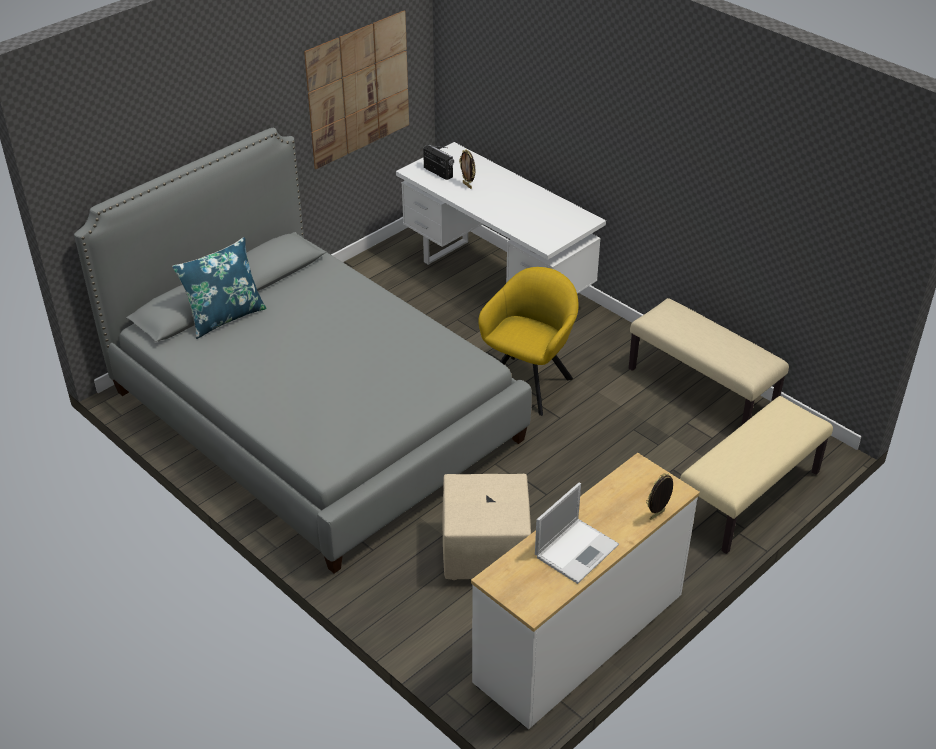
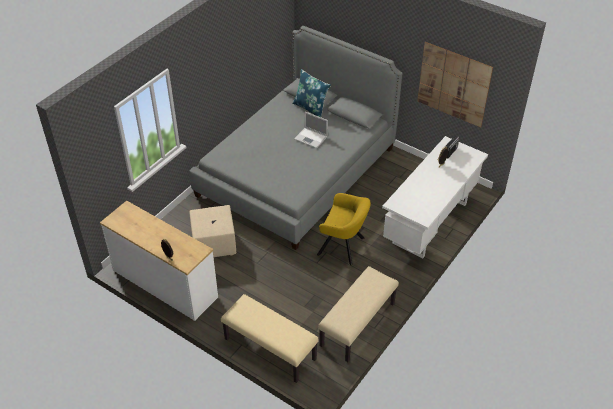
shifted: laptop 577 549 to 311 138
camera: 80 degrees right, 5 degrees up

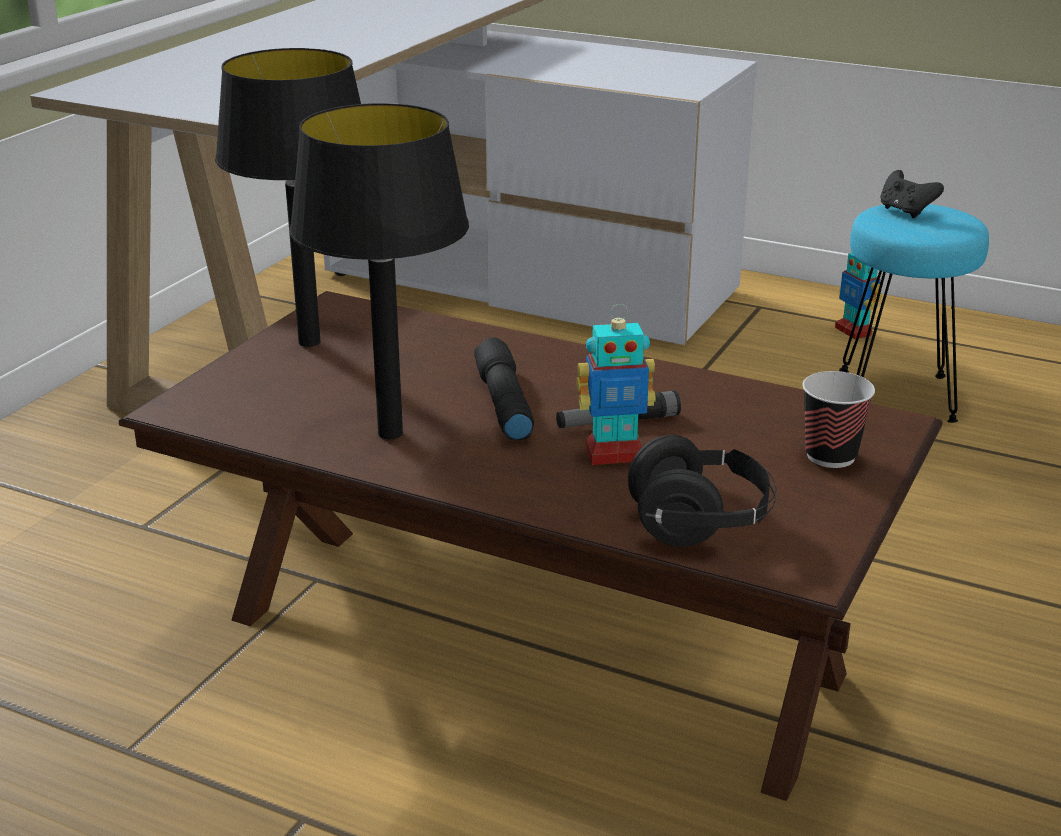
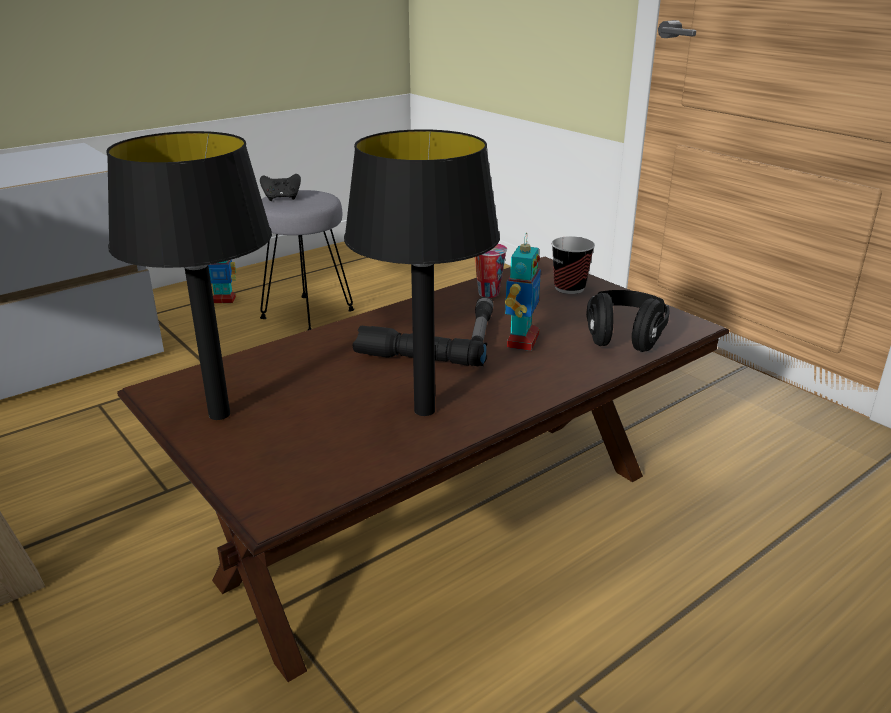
new: cup 487 293
repainted: stool (turquoise) 898 396 to stool (grey) 308 313
camera: 65 degrees left, 0 degrees up

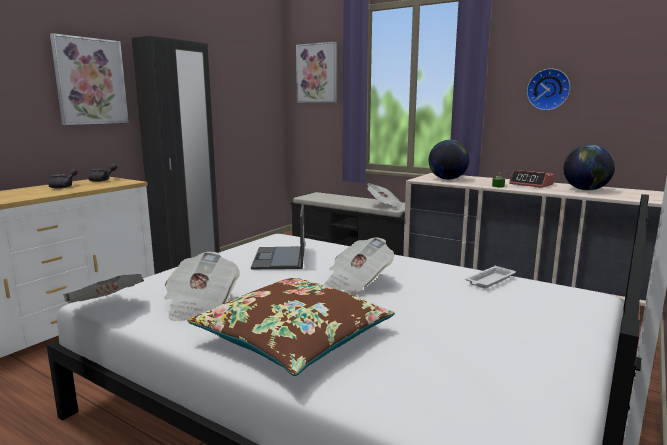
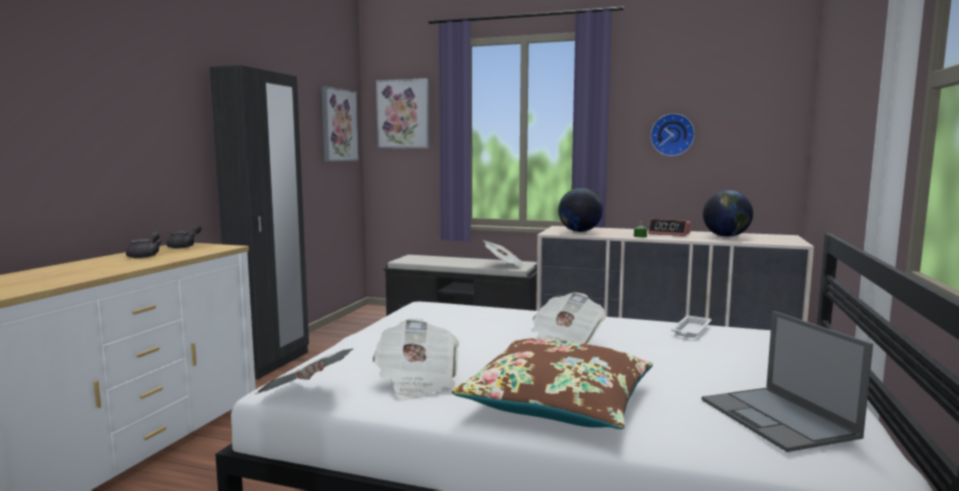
shifted: picture 90 81 to 338 125; laptop 280 258 to 778 419
camera: 15 degrees left, 5 degrees down

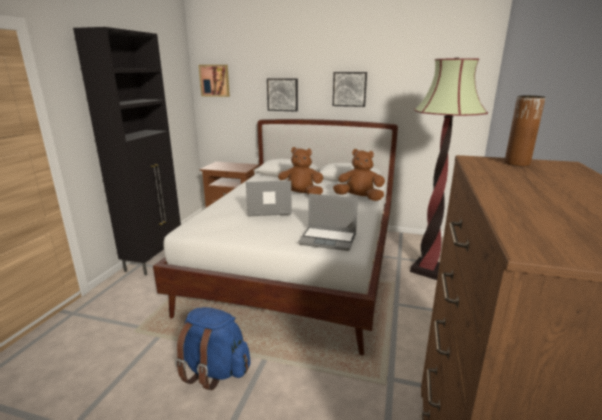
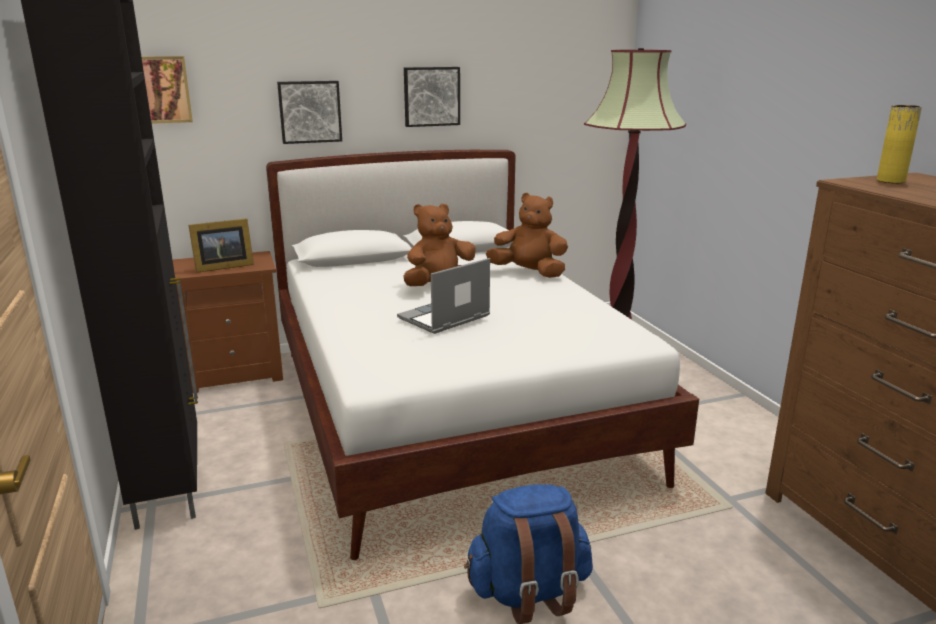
gone: laptop 328 239
new: picture frame 222 267
repainted: vase (brown) 517 163 to vase (yellow) 890 181
rotated: plush toy (brown) 359 198 = 529 273 45 degrees clockwise
camera: 35 degrees left, 0 degrees up

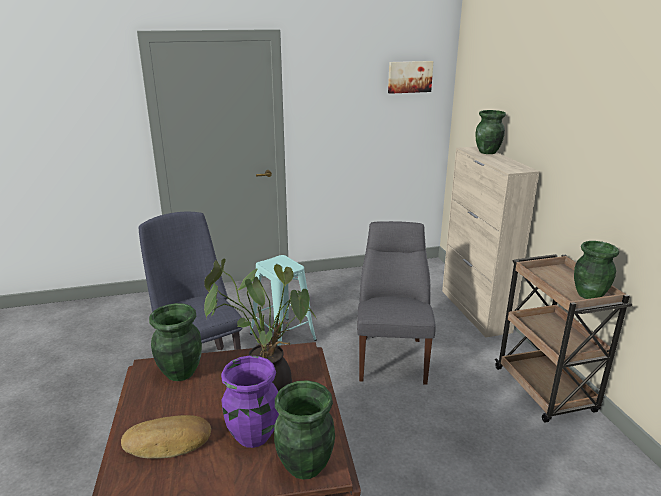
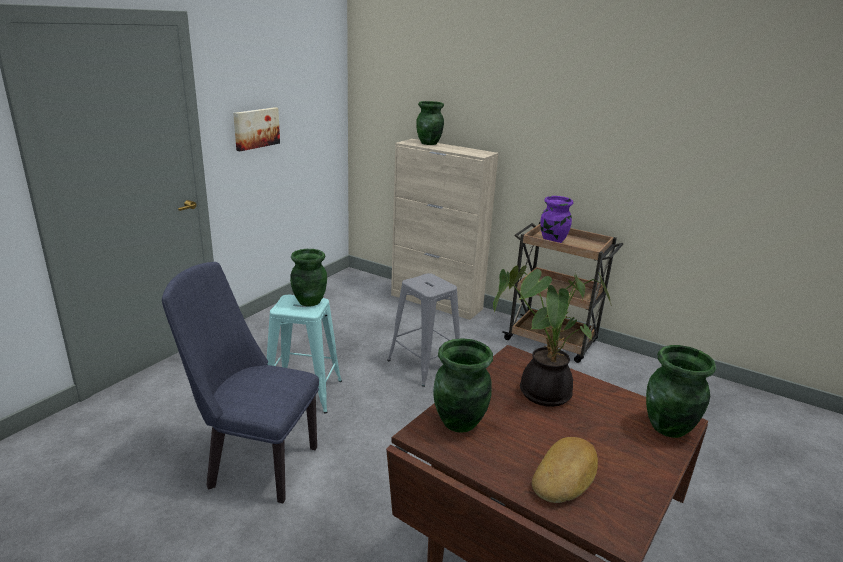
shifted: vase (purple) 252 436 to 552 241; picture 409 76 to 255 128; vase (green) 589 294 to 309 301
swapped: chair (grey) 392 356 to stool (grey) 424 365
camera: 45 degrees left, 0 degrees up

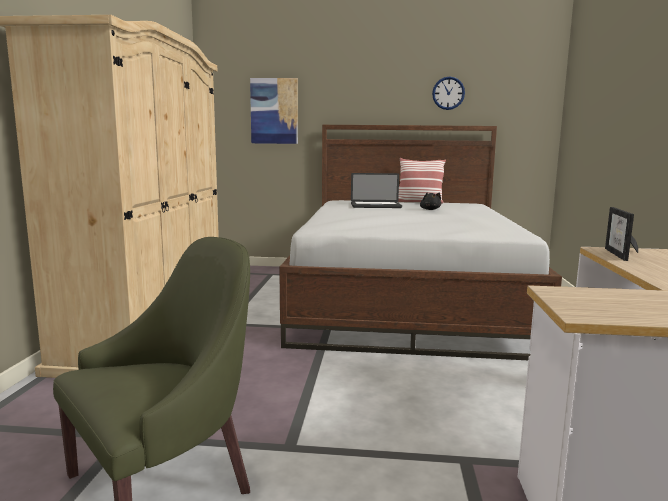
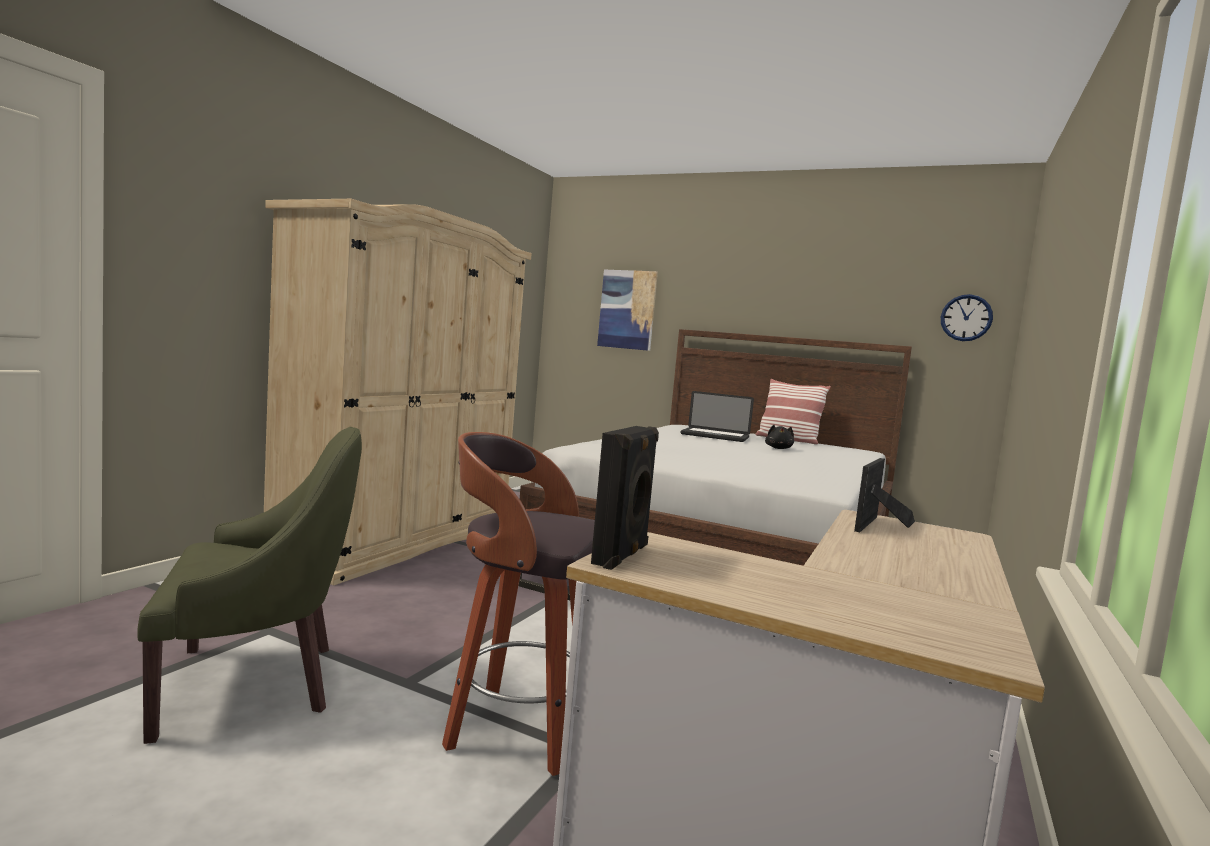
new: stool 515 730; speaker (black) 622 556
shifted: wall clock 448 93 to 966 318
camera: 20 degrees right, 5 degrees down

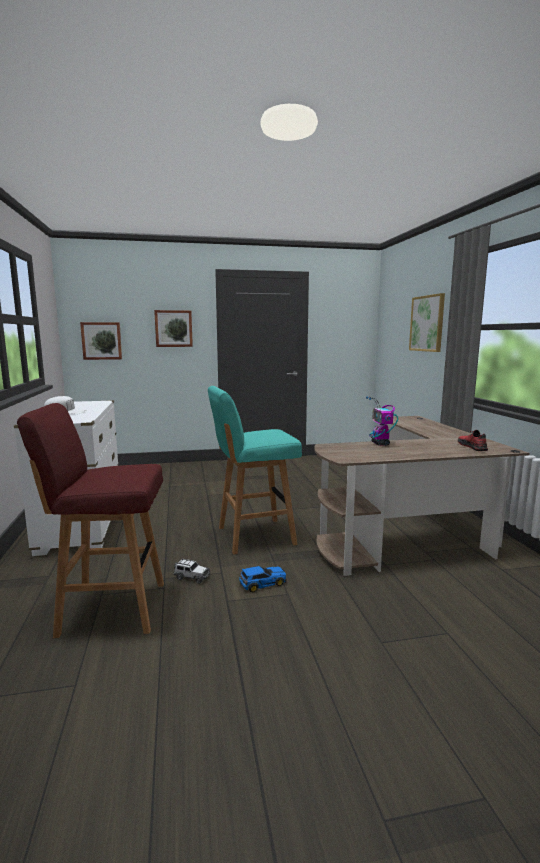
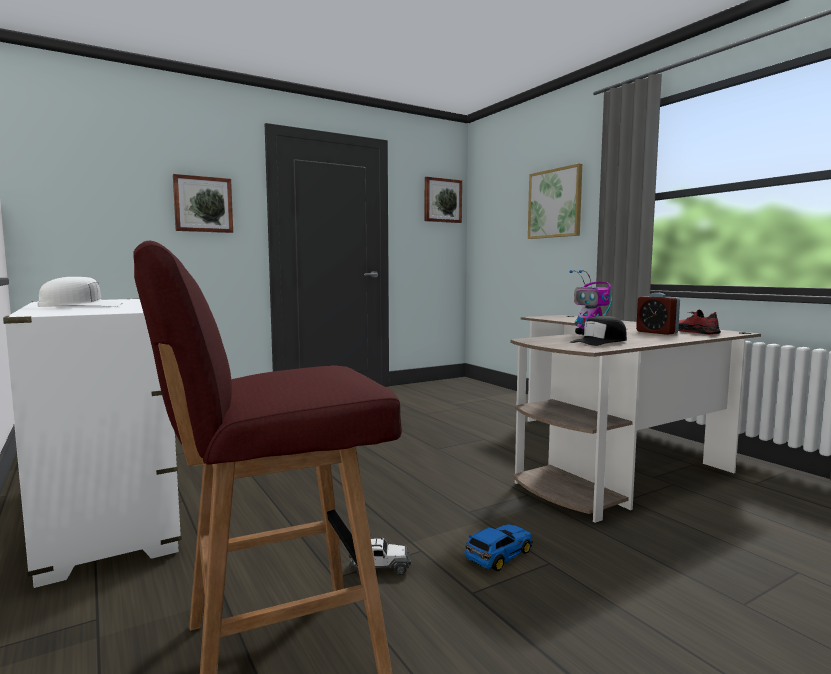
gone: stool (turquoise) 254 536
new: cap (black) 599 342; alarm clock 656 332
shifted: picture 101 340 to 442 200
camera: 20 degrees left, 5 degrees down

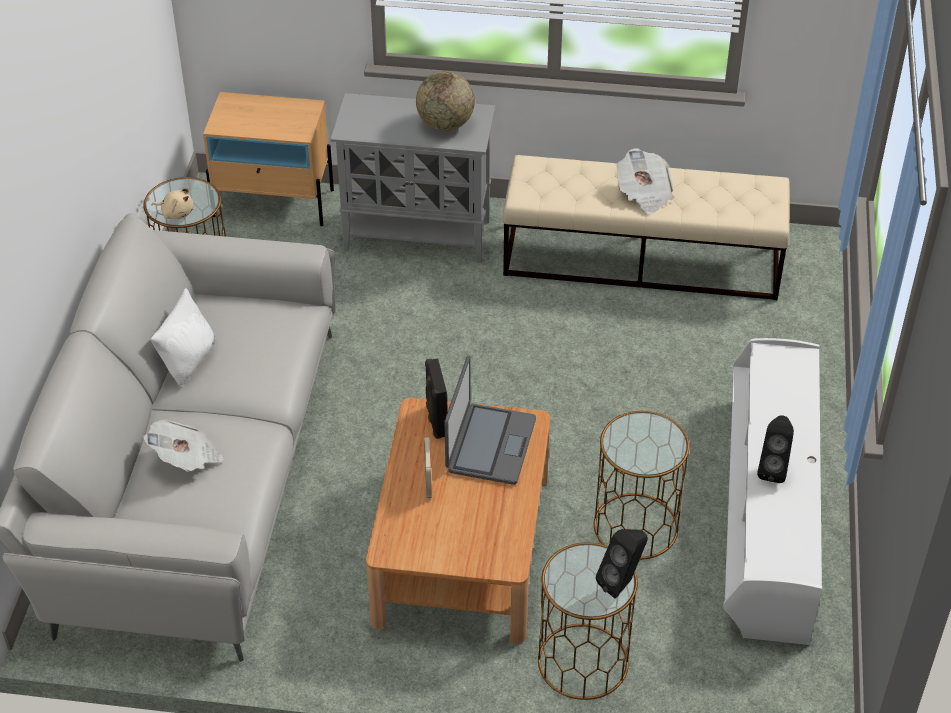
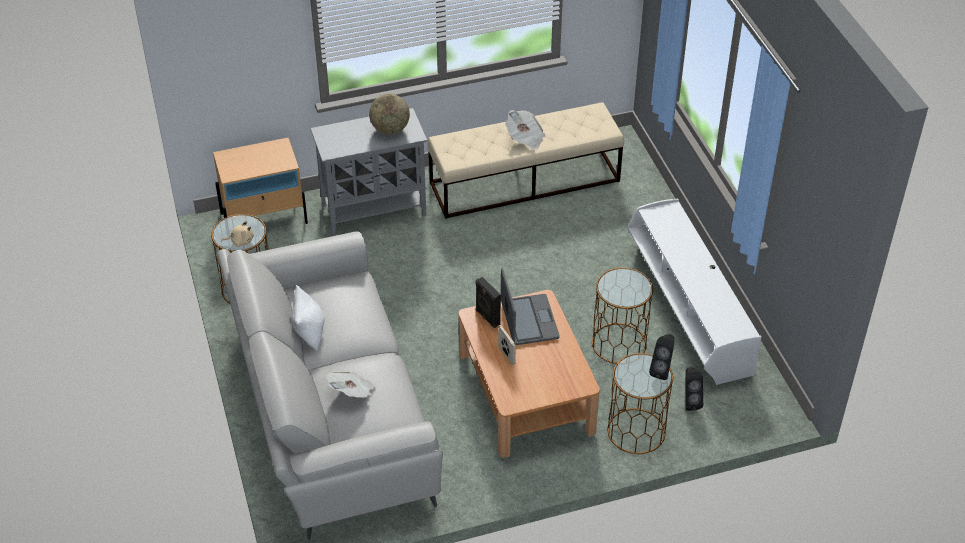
shifted: speaker (black) 773 469 to 689 401
camera: 25 degrees left, 0 degrees up

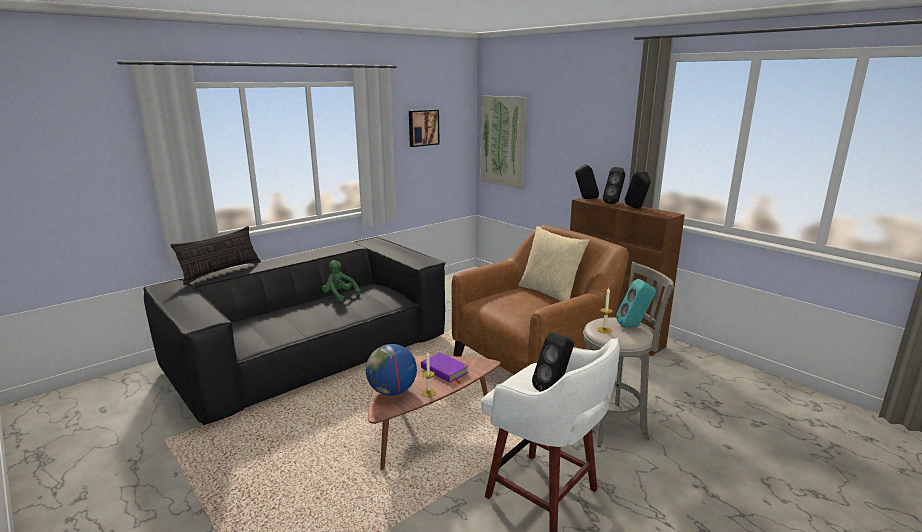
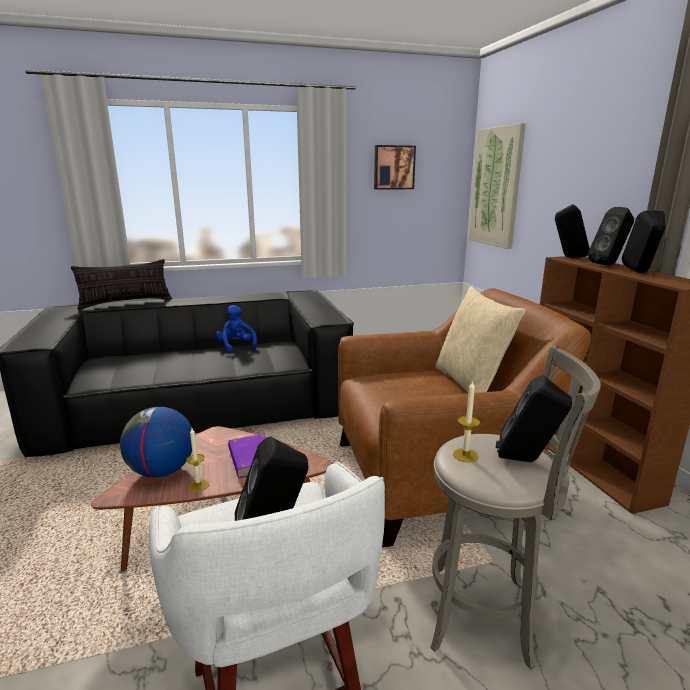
repainted: plush toy (green) 339 296 to plush toy (blue) 236 347; speaker (turquoise) 634 326 to speaker (black) 527 461
camera: 25 degrees right, 0 degrees up

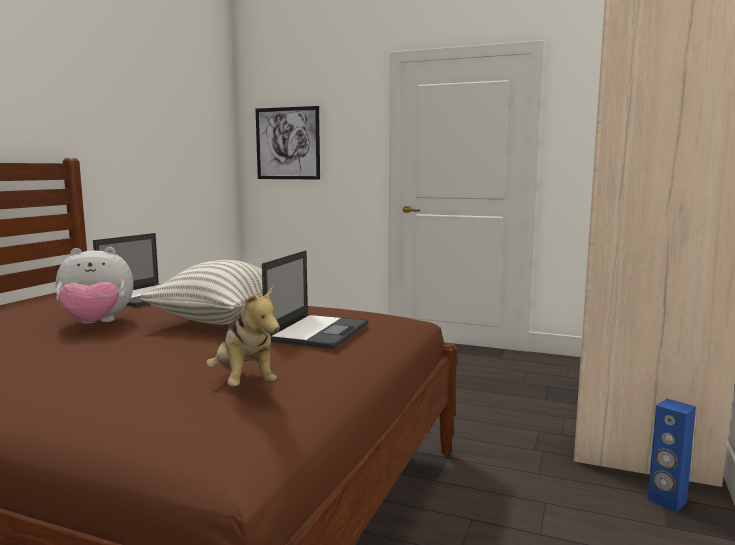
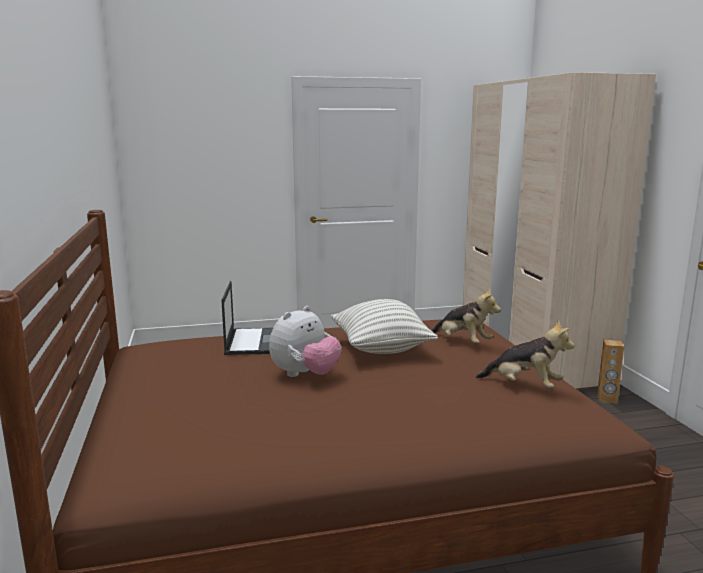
gone: picture 287 143
swapped: laptop 318 331 to plush toy 462 342
repainted: speaker (blue) 666 501 to speaker (brown) 607 399
camera: 35 degrees left, 5 degrees up

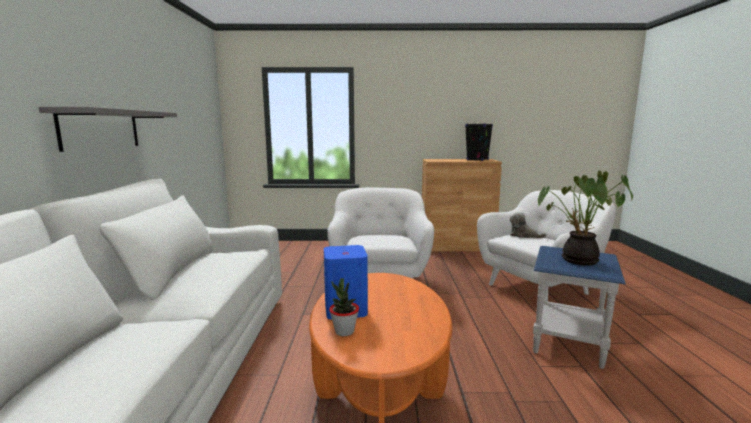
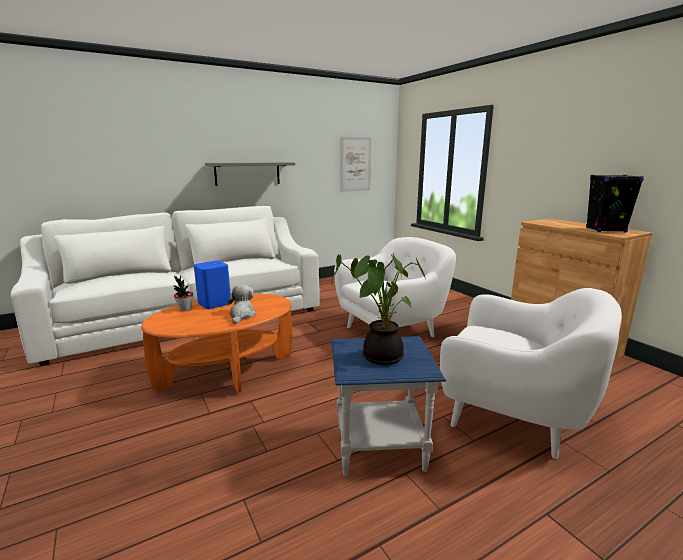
new: picture 355 164
shifted: plush toy 524 235 to 242 315
camera: 60 degrees right, 5 degrees up

